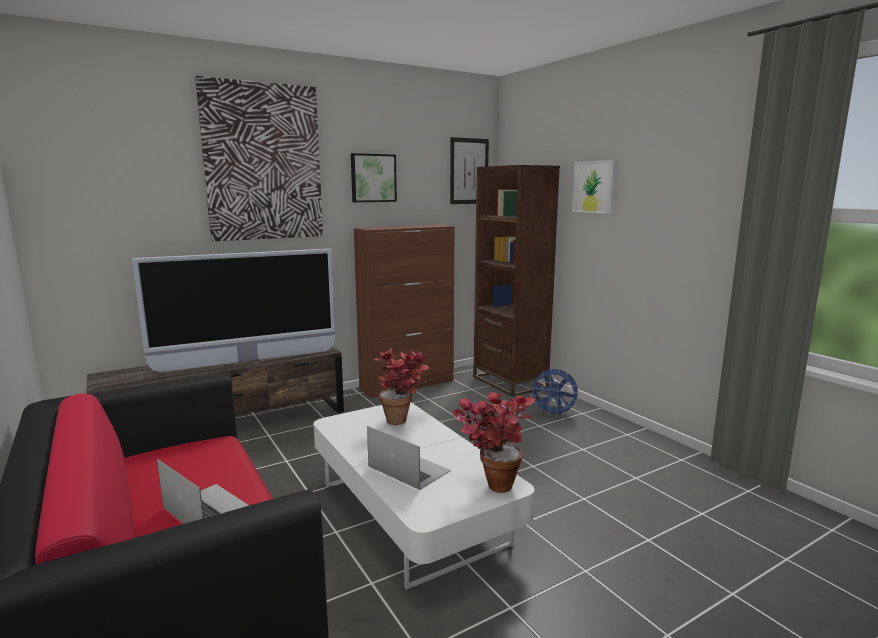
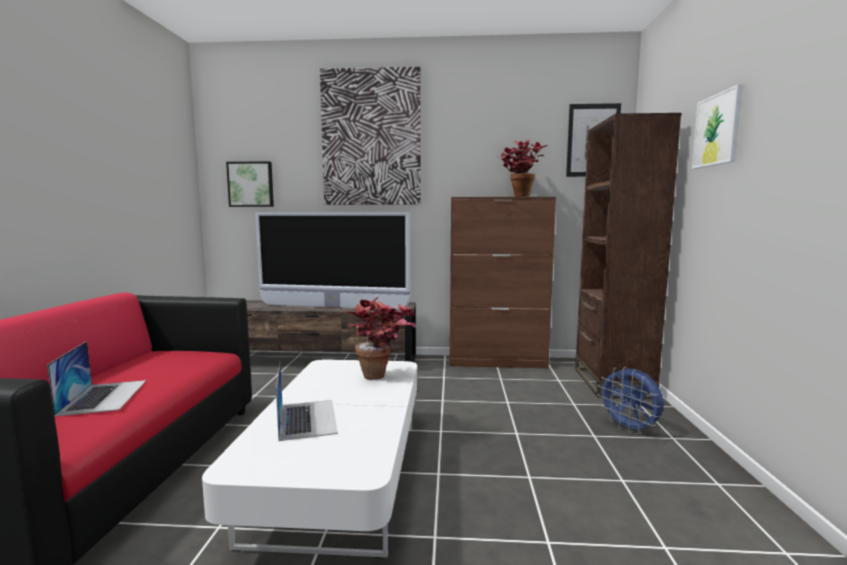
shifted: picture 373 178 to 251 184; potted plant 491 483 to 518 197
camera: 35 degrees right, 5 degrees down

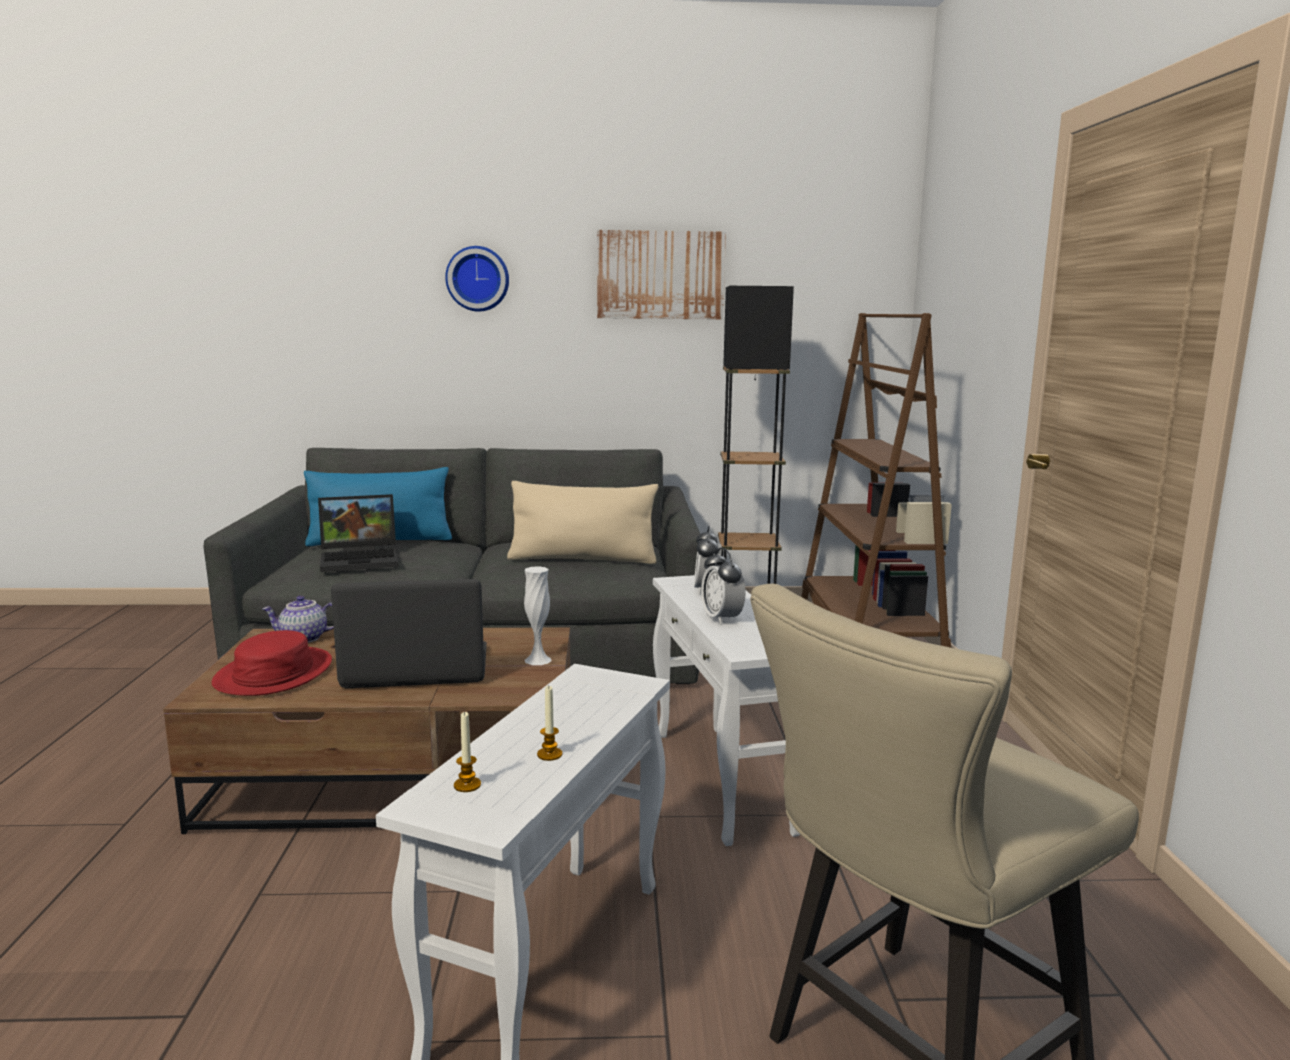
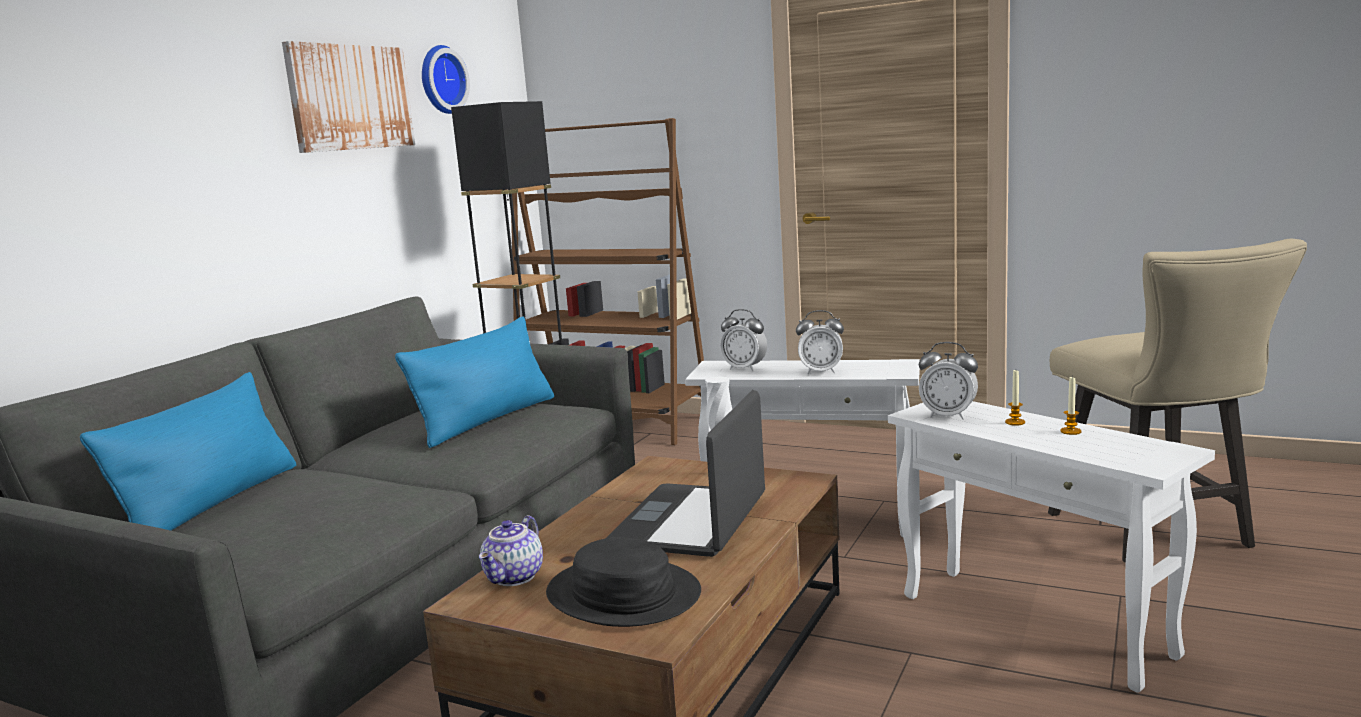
gone: laptop 362 559
new: alarm clock 948 416
shifted: wall clock 478 279 to 440 80; candle 467 785 to 1015 422
repainted: hat (red) 273 673 to hat (black) 623 595; pillow (beige) 582 559 to pillow (blue) 487 420
camera: 60 degrees left, 0 degrees up

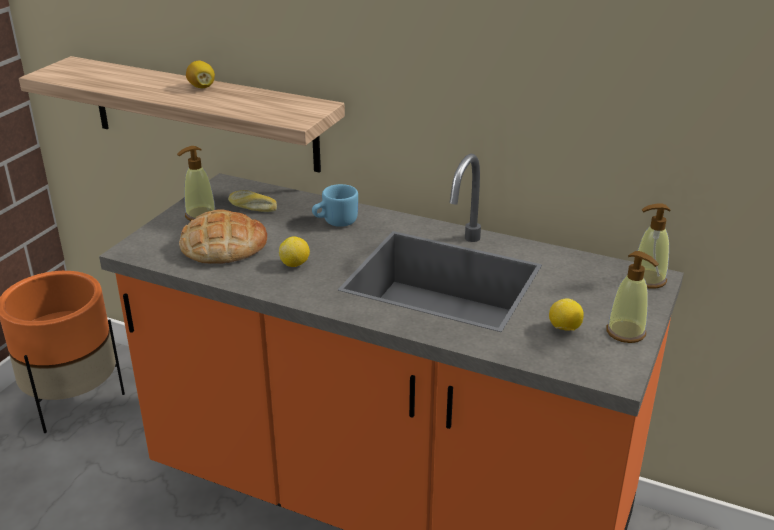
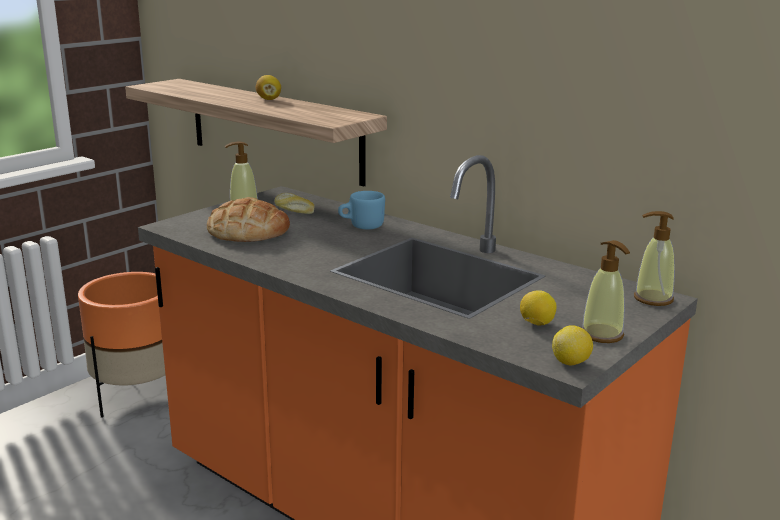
shifted: lemon 295 264 to 571 362
camera: 15 degrees right, 10 degrees down

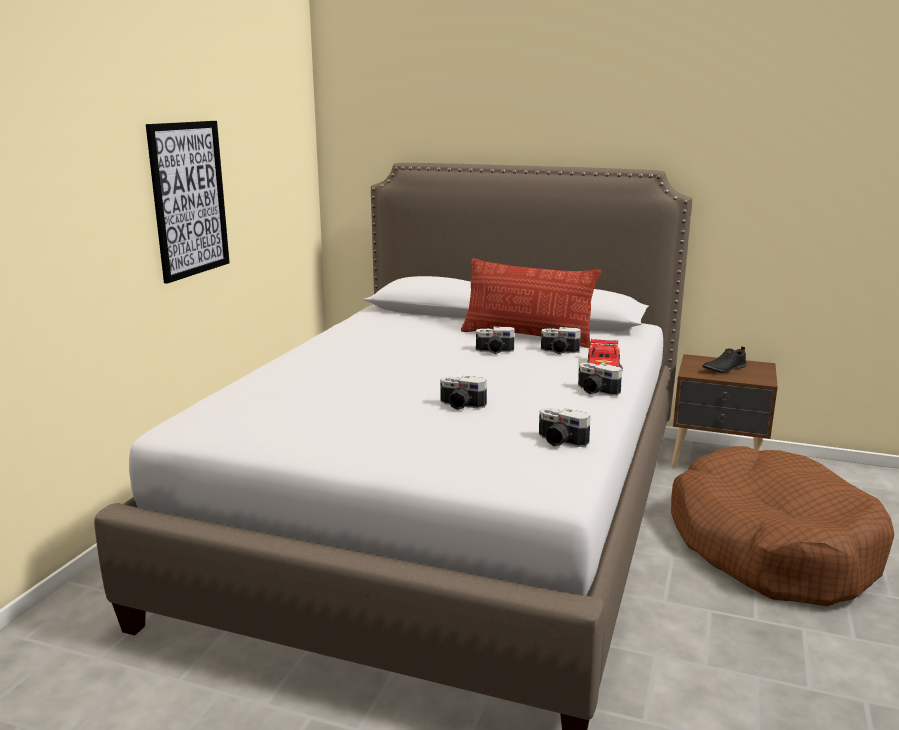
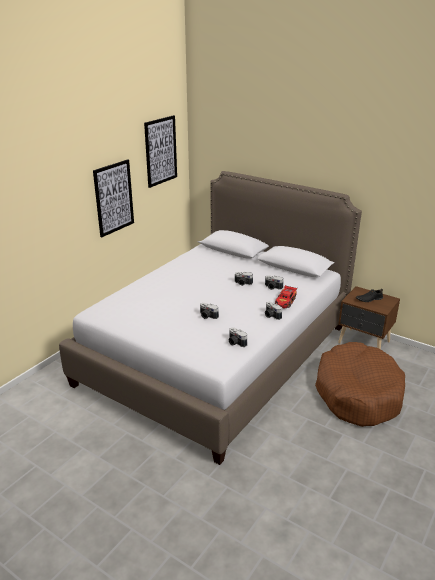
gone: pillow 527 337
new: picture 160 151
camera: 15 degrees right, 10 degrees up

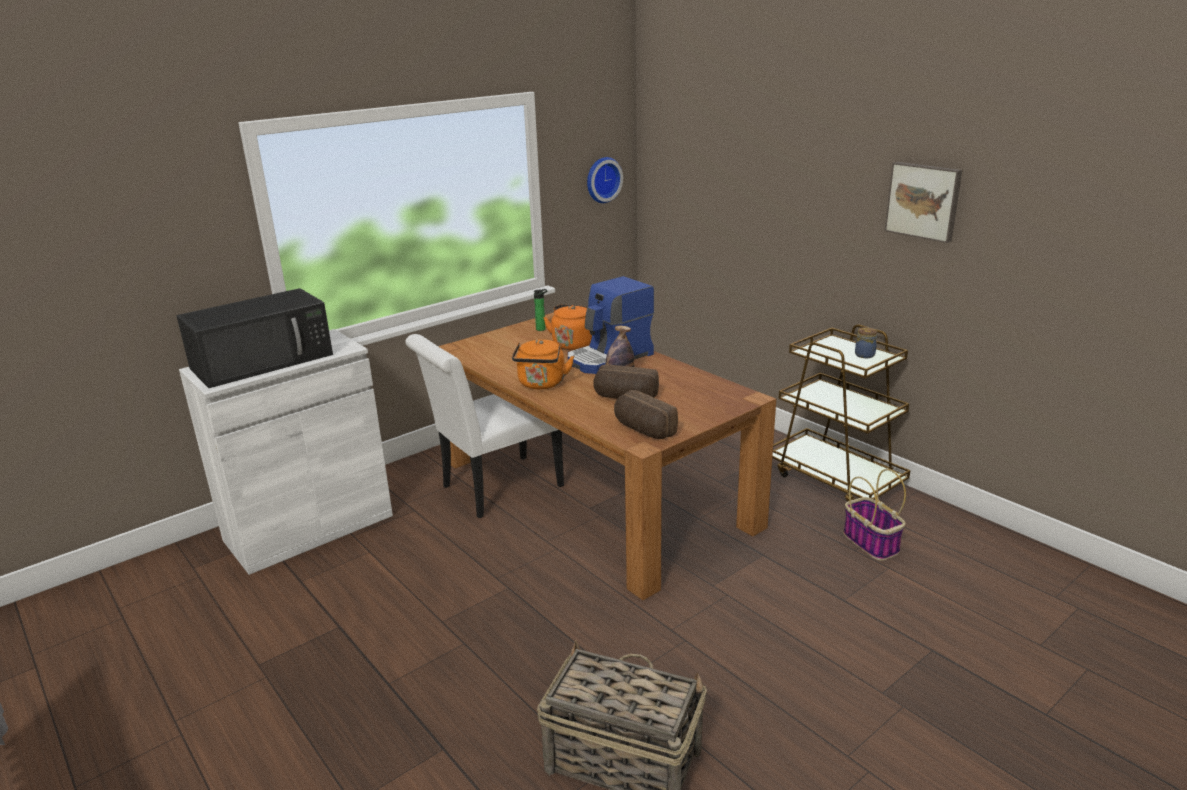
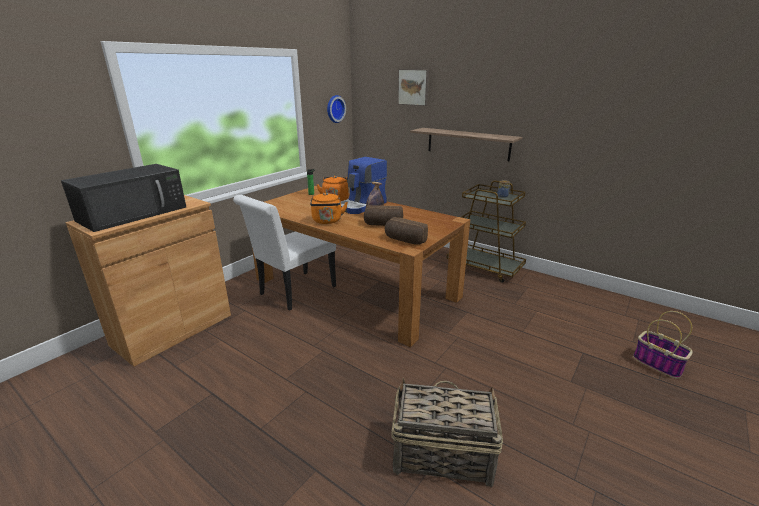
new: shelf 468 144
shifted: basket 871 543 to 658 364; picture 924 201 to 413 87
repainted: cabinet (white) 309 528 to cabinet (brown) 173 329
camera: 15 degrees left, 0 degrees up

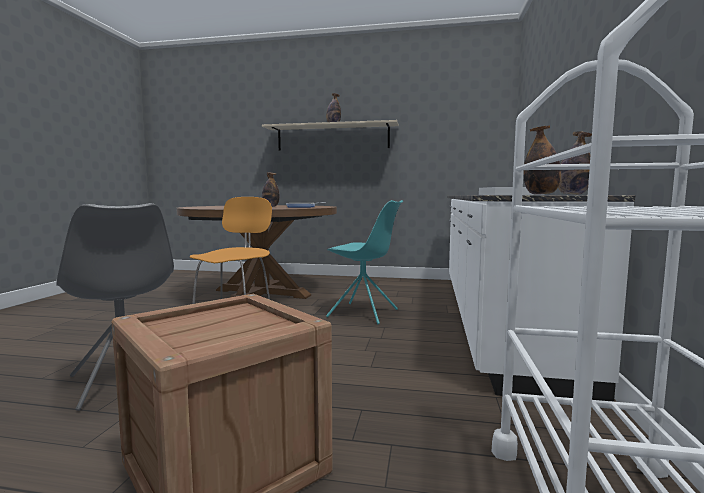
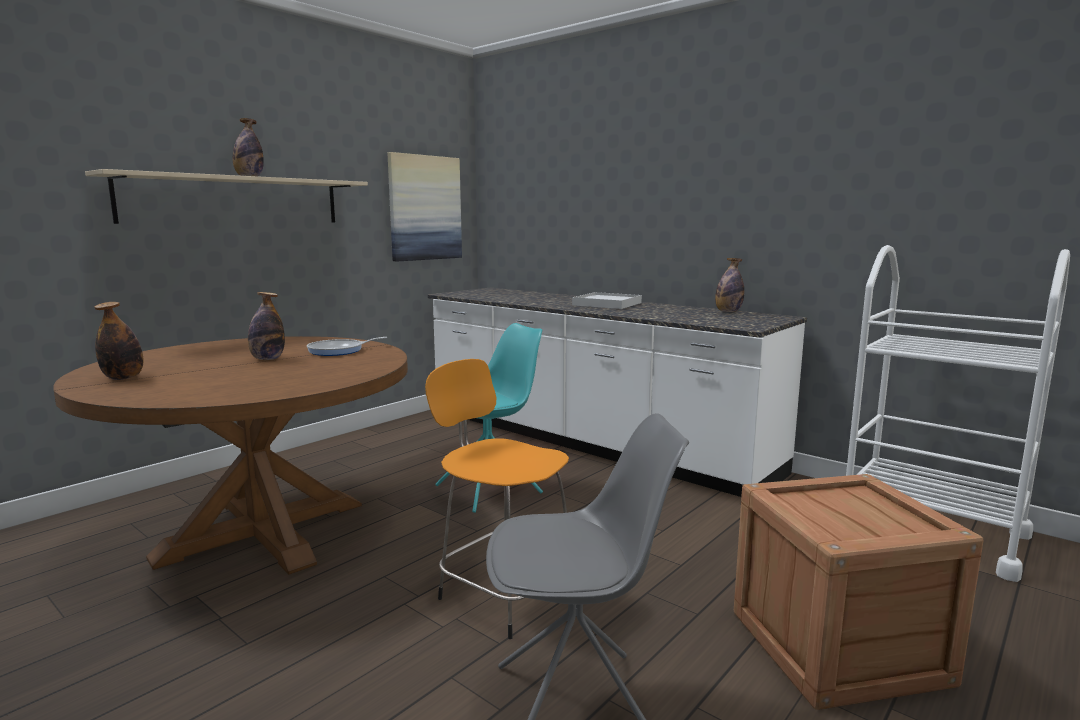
new: picture 424 208
shifted: bottle 541 194 to 123 378
camera: 60 degrees left, 5 degrees up

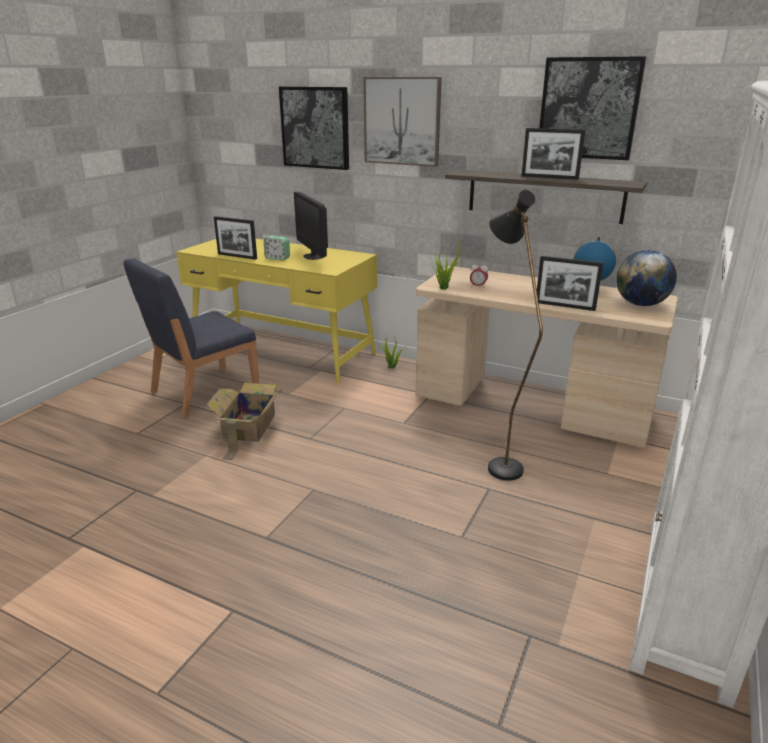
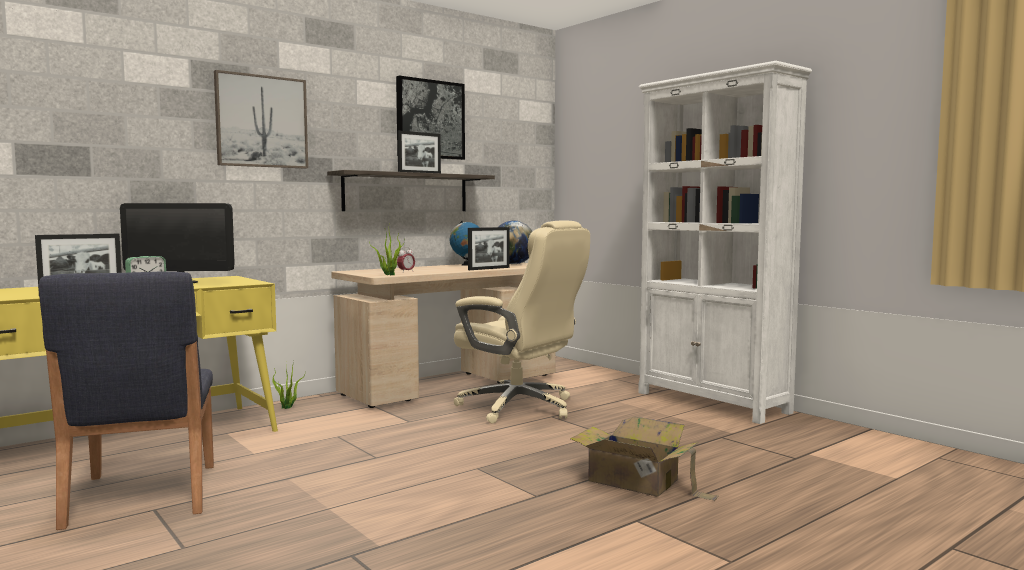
gone: picture 315 128
shifted: cardboard box 248 428 to 636 482
swapped: floor lamp (black) 498 463 to office chair (beige) 520 407
camera: 65 degrees left, 20 degrees down

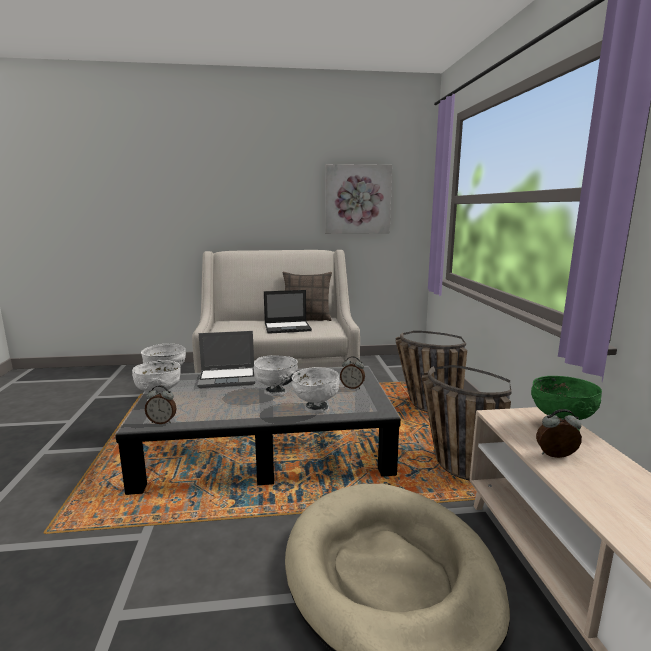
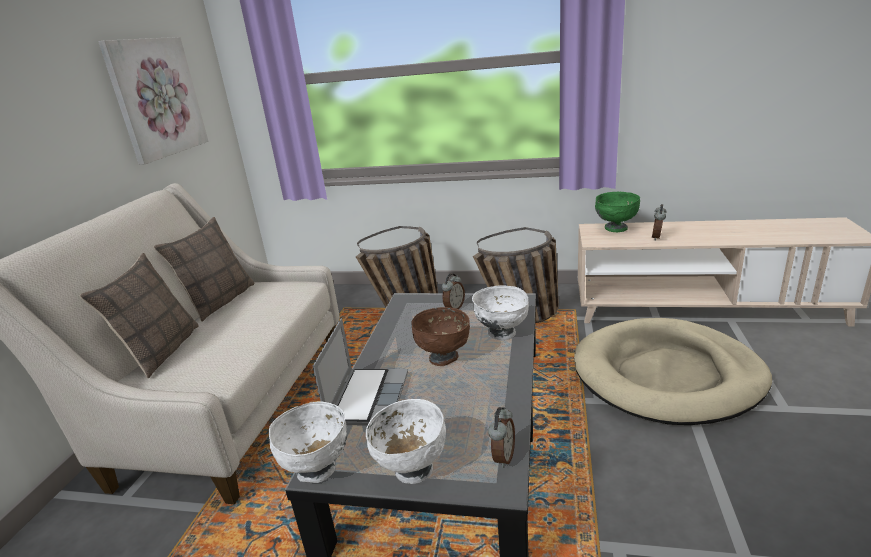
gone: laptop 288 327
new: pillow 161 351
repainted: bowl (white) 276 392 to bowl (brown) 444 358
camera: 70 degrees left, 10 degrees up

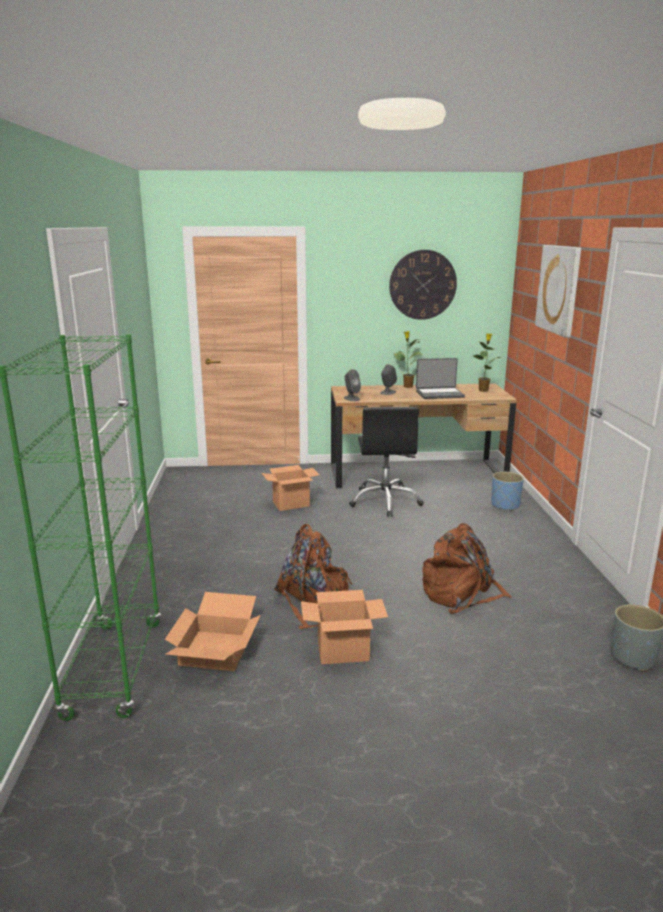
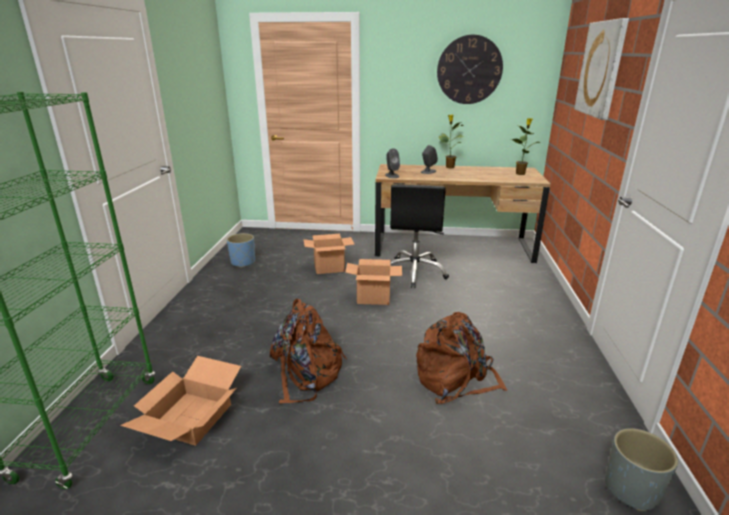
gone: laptop 439 394
shifted: cardboard box 343 651 to 374 298; planter (blue) 505 505 to 243 262
camera: 10 degrees right, 5 degrees up

